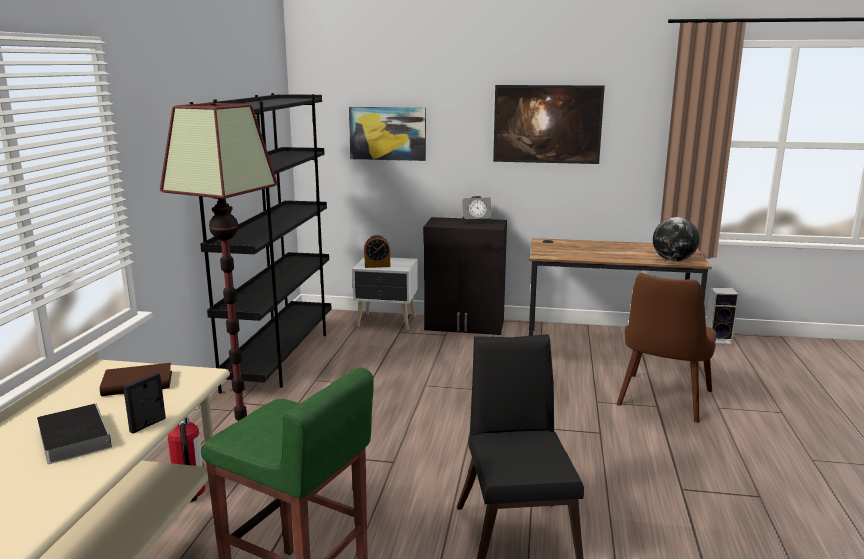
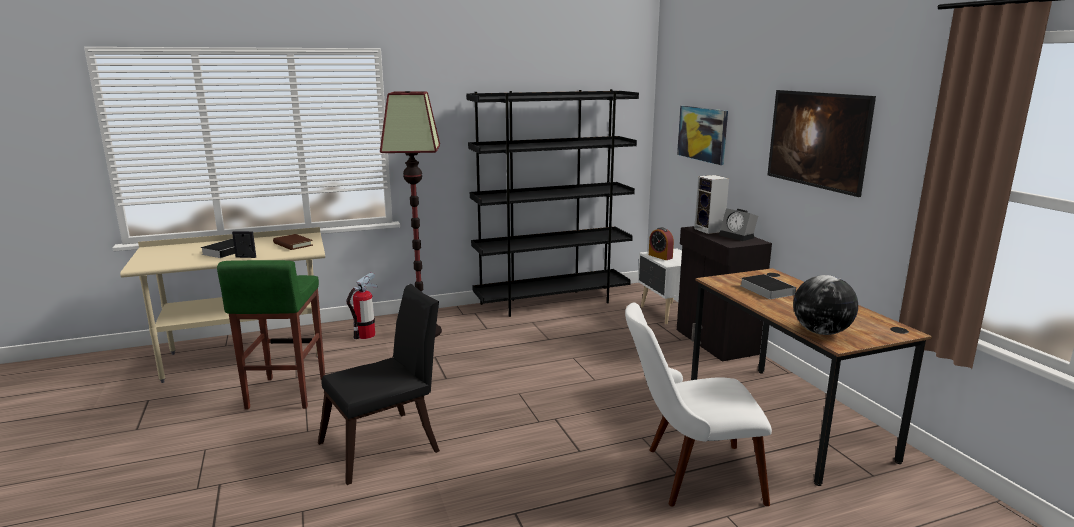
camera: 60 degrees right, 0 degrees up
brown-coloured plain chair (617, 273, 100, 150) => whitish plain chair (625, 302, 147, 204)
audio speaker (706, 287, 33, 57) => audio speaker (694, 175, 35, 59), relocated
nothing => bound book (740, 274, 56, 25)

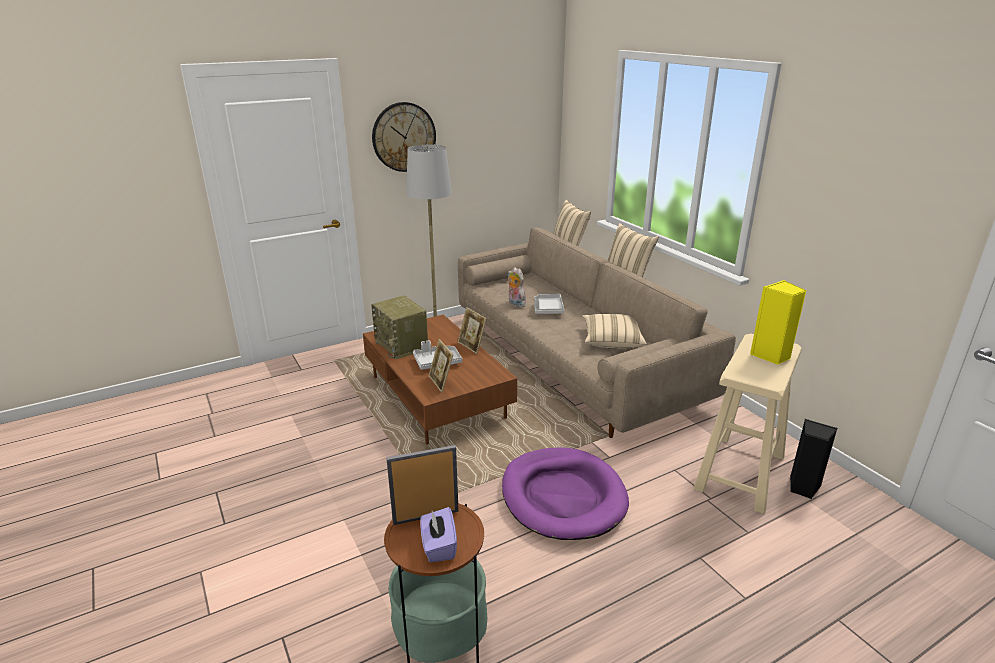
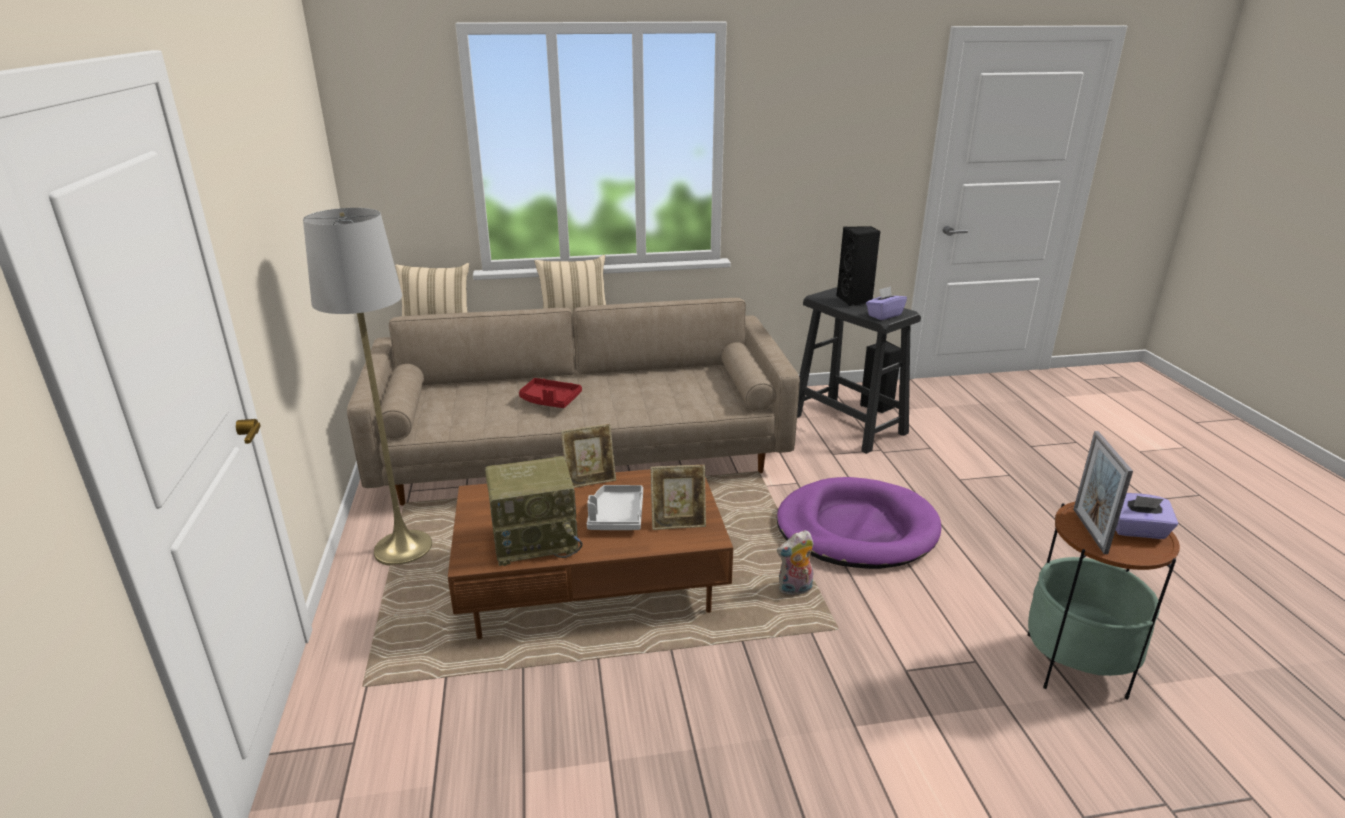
camera: 70 degrees left, 0 degrees up
hanging clock (372, 102, 64, 70) => nothing
cuddly toy (507, 267, 19, 41) => cuddly toy (777, 530, 37, 65), relocated
yellowish audio speaker (750, 280, 56, 85) => blackish audio speaker (837, 226, 43, 80)
grey tray (534, 294, 31, 20) => red-coloured tray (519, 378, 63, 30)
beige pillow (582, 314, 65, 35) => nothing
beige sitting stool (693, 334, 109, 180) => blackish sitting stool (797, 287, 124, 167)
nothing => purple-coloured tissue box (866, 286, 41, 34)

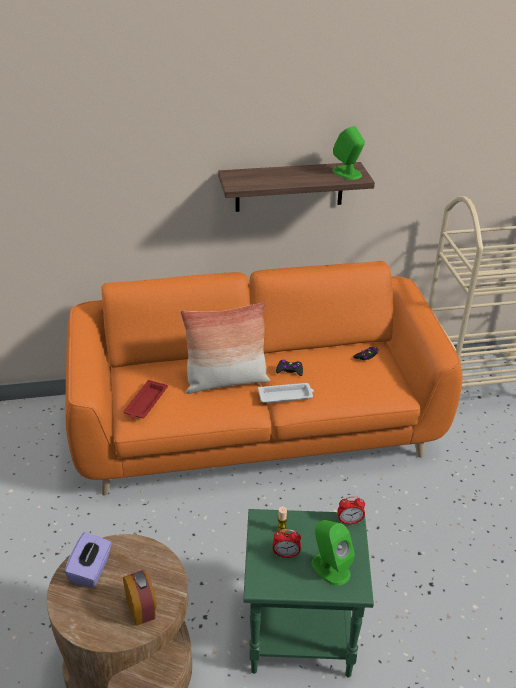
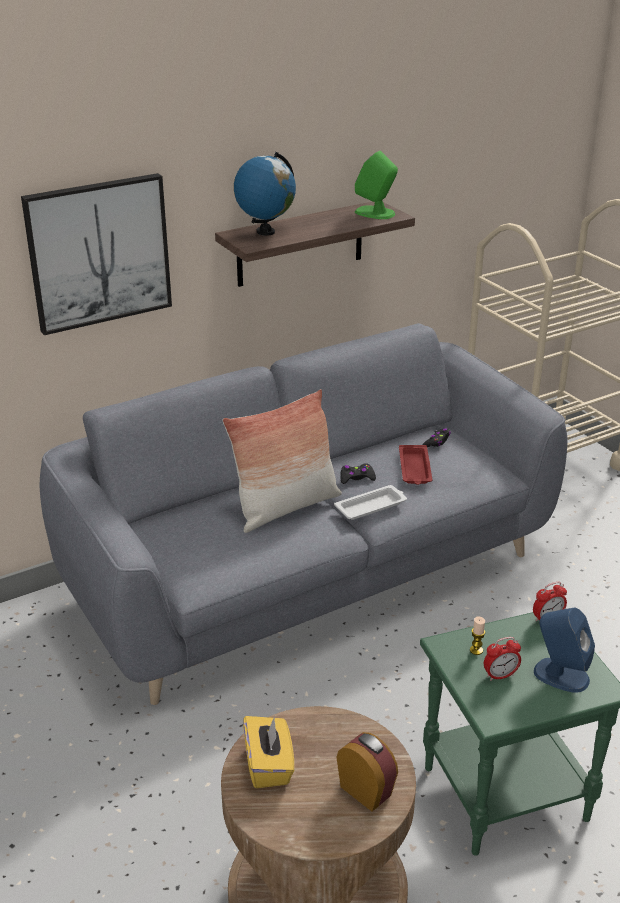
camera: 20 degrees left, 5 degrees down
orangey couch (65, 261, 398, 234) => grey couch (40, 323, 527, 382)
red-coloured tray (123, 380, 45, 38) => red-coloured tray (399, 445, 33, 40), relocated
green-coloured audio speaker (311, 520, 44, 66) => blue audio speaker (534, 607, 61, 86)
purple-coloured tissue box (65, 532, 47, 56) => yellowish tissue box (243, 716, 51, 72)
nothing => desk globe (234, 152, 62, 84)
nothing => wall art (21, 173, 151, 162)

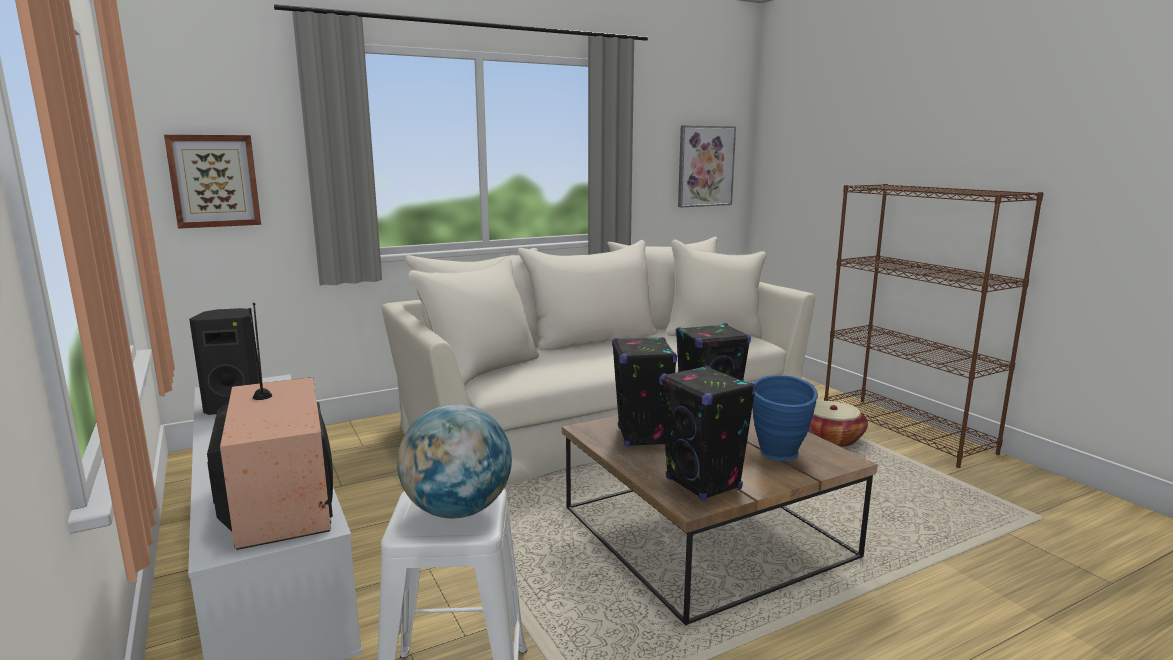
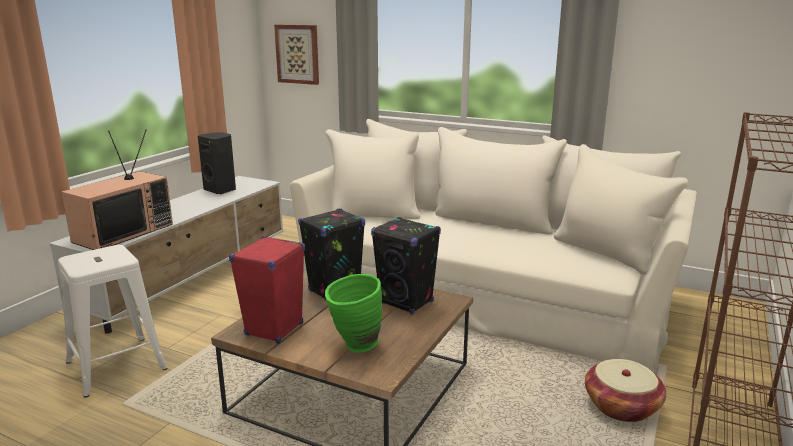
camera: 55 degrees right, 5 degrees up
wall art (678, 125, 58, 82) => nothing
blackish audio speaker (659, 365, 97, 136) => red-coloured audio speaker (229, 235, 76, 109)
blue flower vase (752, 375, 66, 86) => green-coloured flower vase (325, 274, 57, 79)
desk globe (397, 404, 115, 115) => nothing

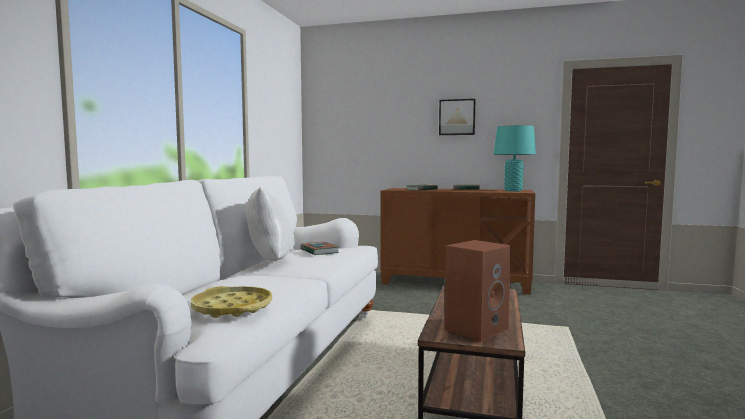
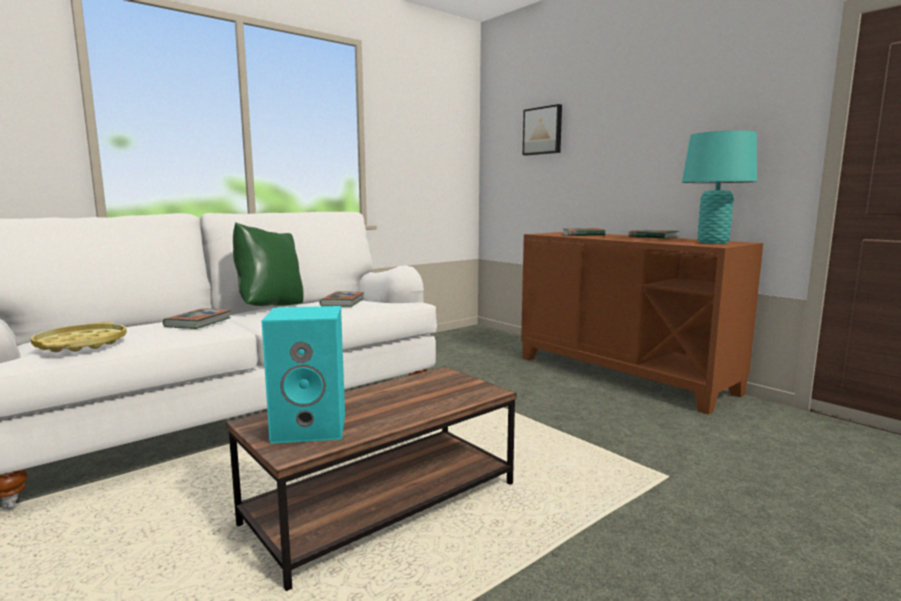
camera: 35 degrees right, 5 degrees up
wall art (439, 99, 36, 36) => wall art (523, 104, 39, 51), relocated
whitish pillow (246, 187, 46, 74) => green-coloured pillow (233, 222, 71, 84)
brown-coloured audio speaker (445, 240, 66, 102) => turquoise-coloured audio speaker (262, 306, 83, 138)
nothing => bound book (163, 308, 68, 21)

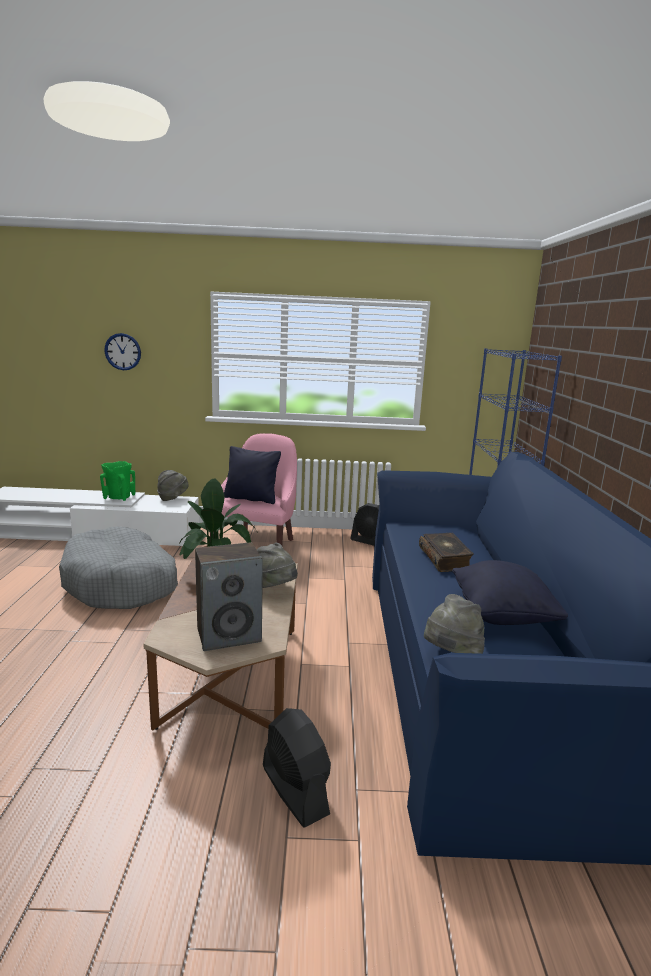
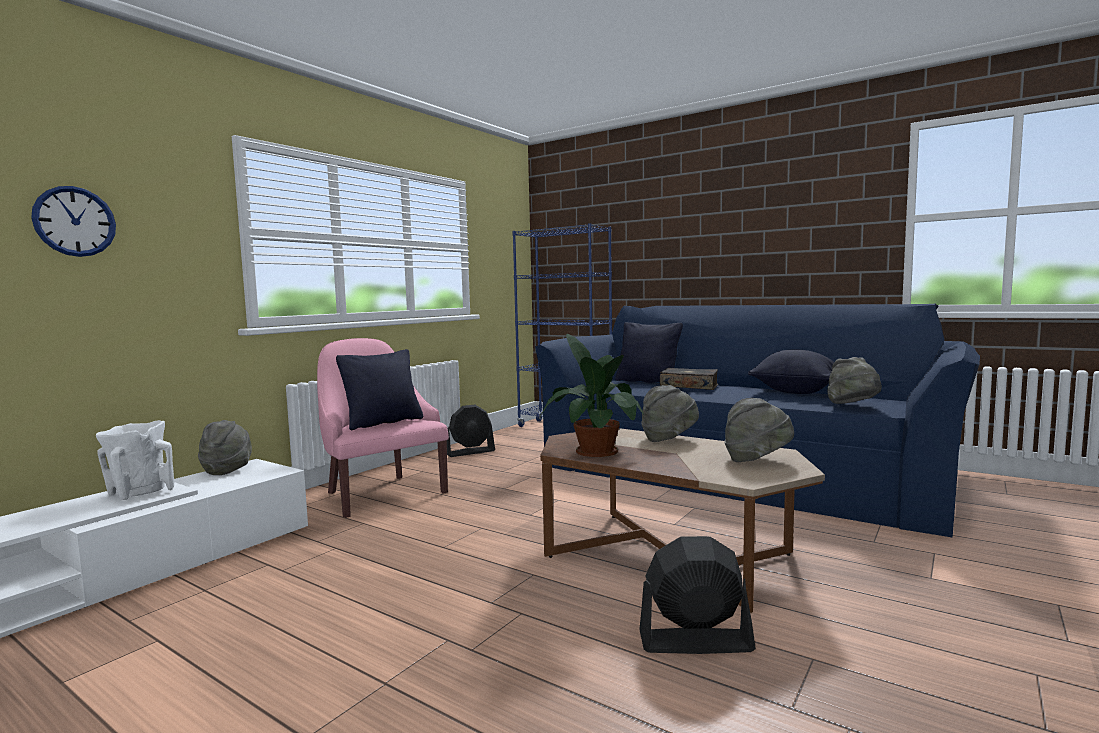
camera: 55 degrees left, 10 degrees down
green-coloured flower vase (100, 461, 35, 40) => whitish flower vase (96, 420, 78, 80)
grey pet bed (59, 526, 119, 83) => nothing
audio speaker (195, 542, 68, 109) => grey hat (724, 398, 70, 64)
blackish fan (263, 708, 68, 119) => blackish fan (639, 536, 117, 118), relocated
nothing => blackish pillow (615, 322, 68, 61)

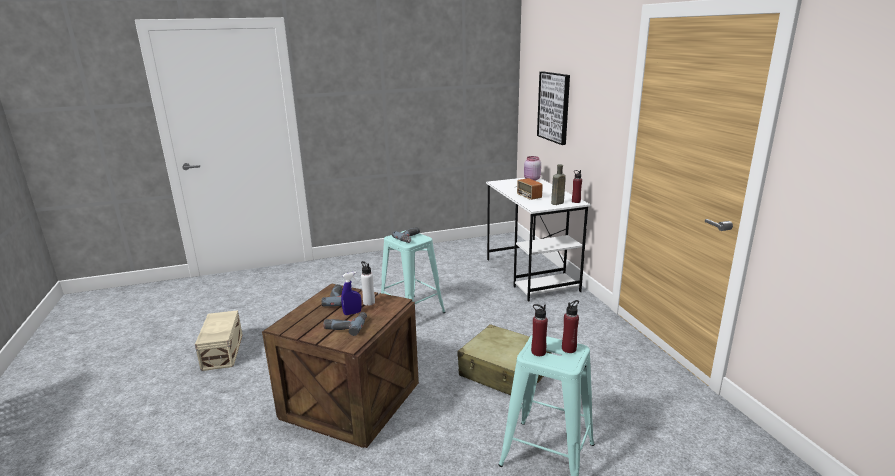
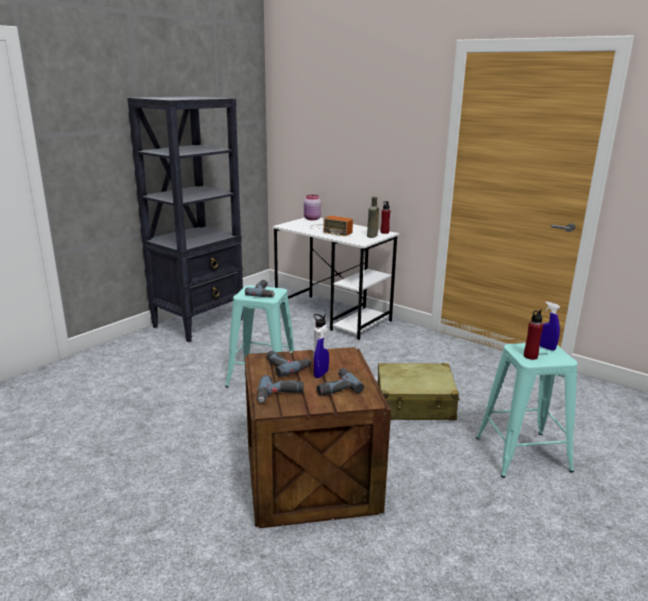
camera: 35 degrees left, 0 degrees up
wall art (537, 71, 33, 74) => nothing
red-coloured bottle (562, 300, 17, 53) => blue hand sprayer (540, 302, 20, 49)
beige storage box (195, 310, 48, 61) => nothing
nothing => blackish bookcase (127, 97, 116, 245)
nothing => electric drill (257, 375, 47, 28)

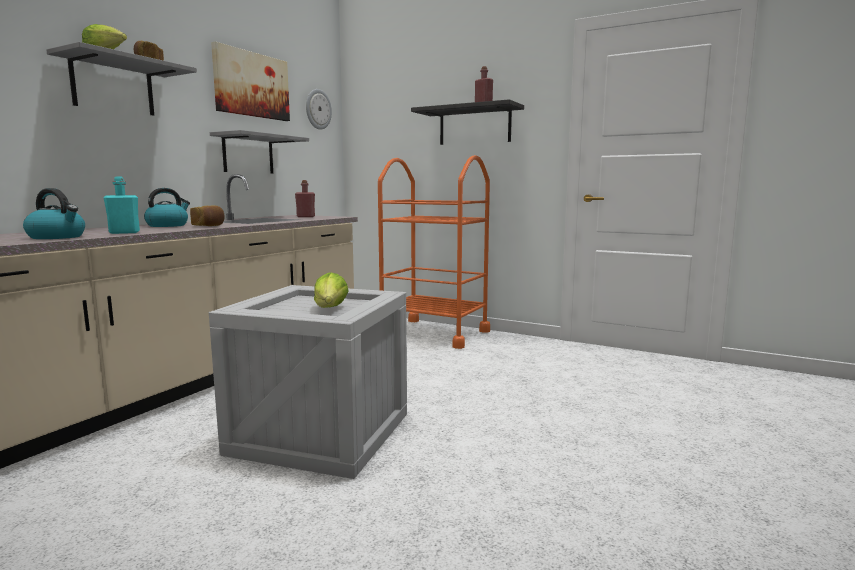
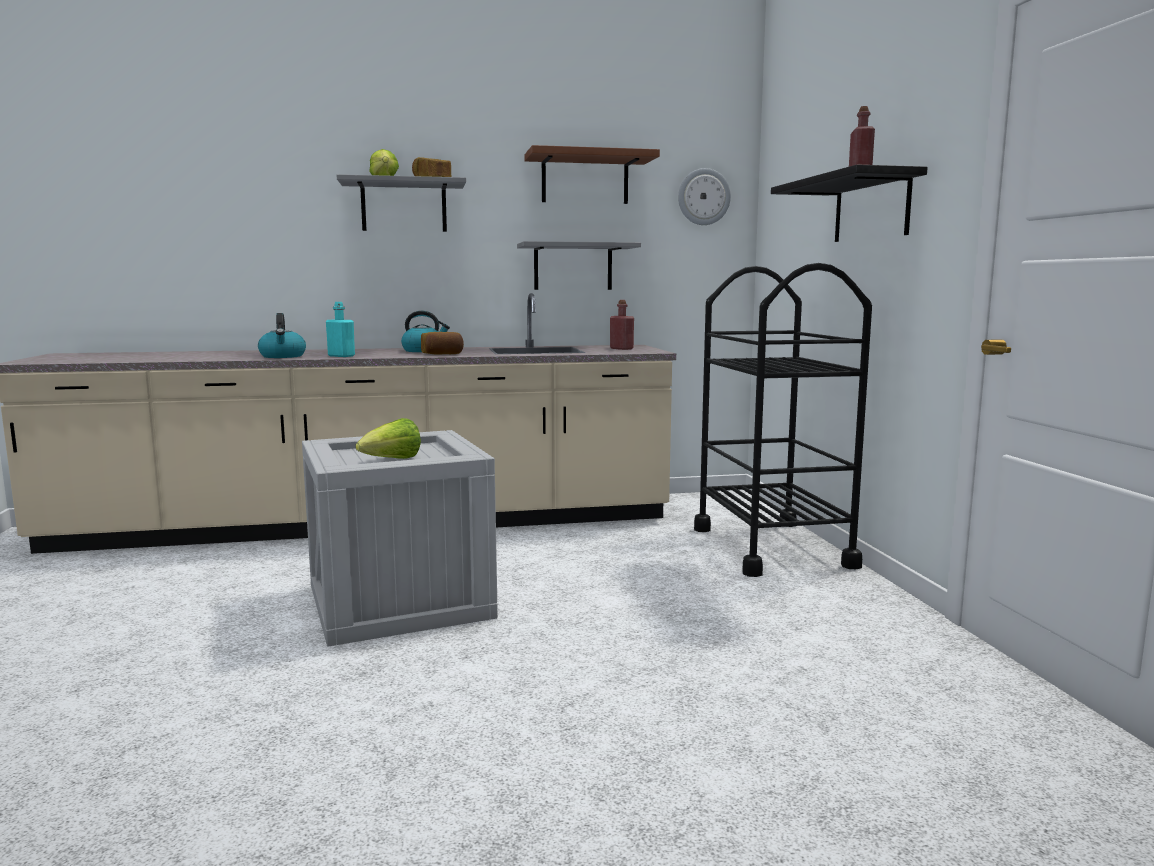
camera: 50 degrees right, 0 degrees up
wall art (211, 41, 79, 80) => brown-coloured wall shelf (524, 145, 136, 59)
orangey wheeled cart (378, 155, 112, 194) => blackish wheeled cart (694, 263, 178, 314)

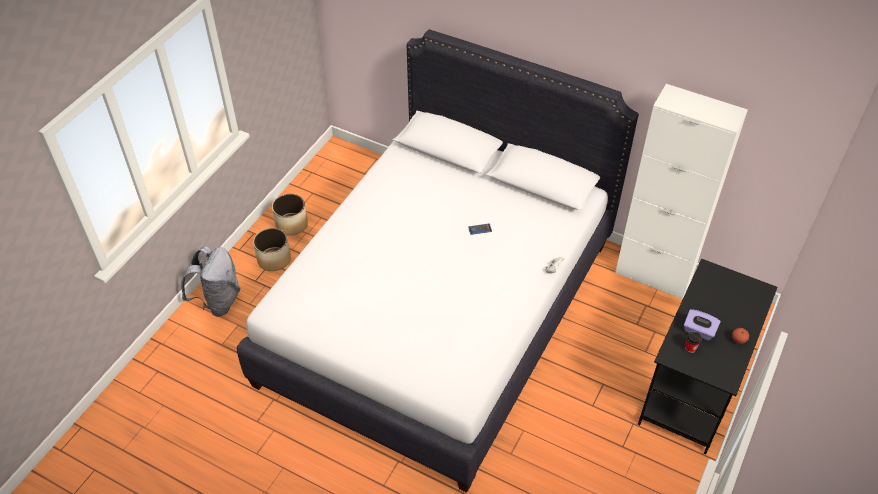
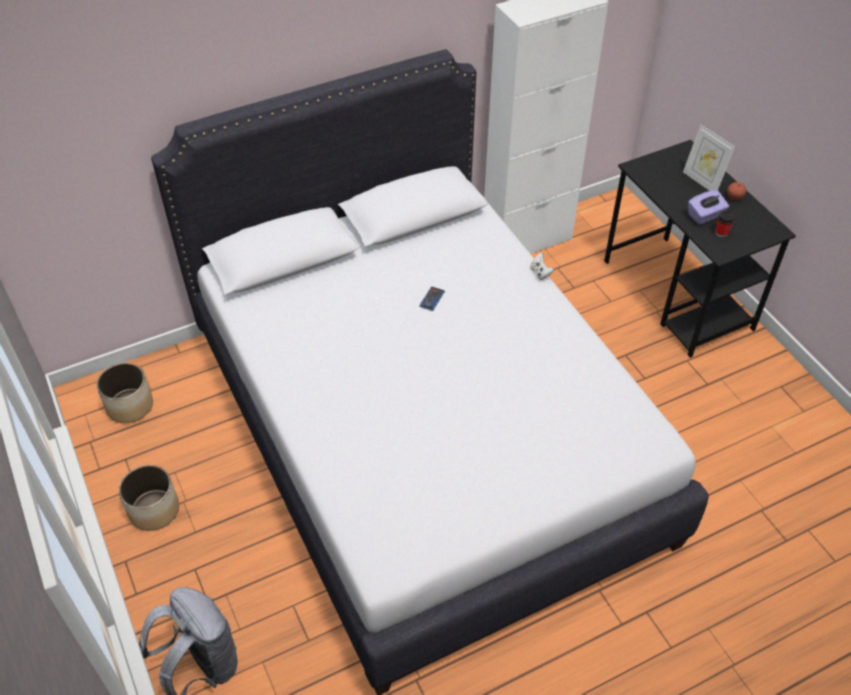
camera: 55 degrees left, 0 degrees up
plant pot (253, 228, 38, 43) => plant pot (97, 363, 56, 60), relocated
nothing => photo frame (683, 124, 52, 67)

